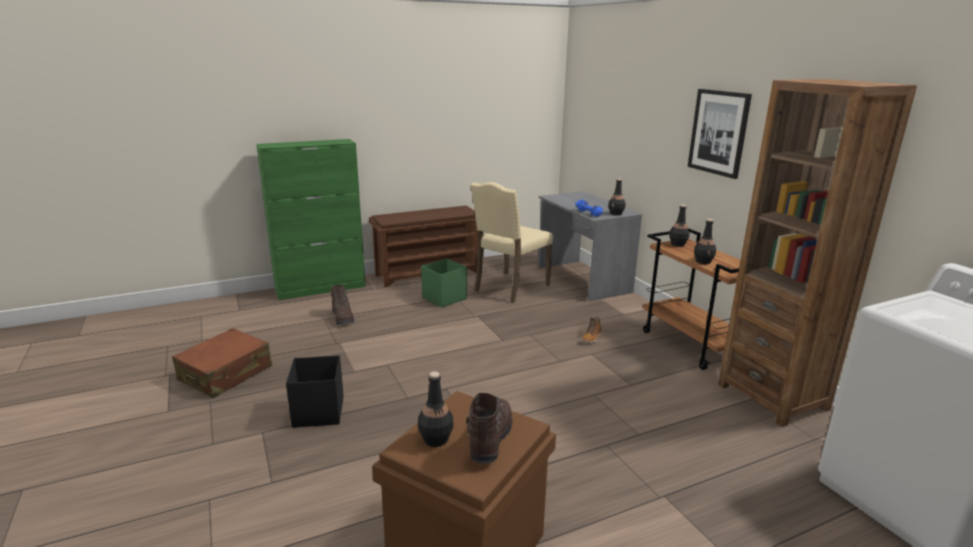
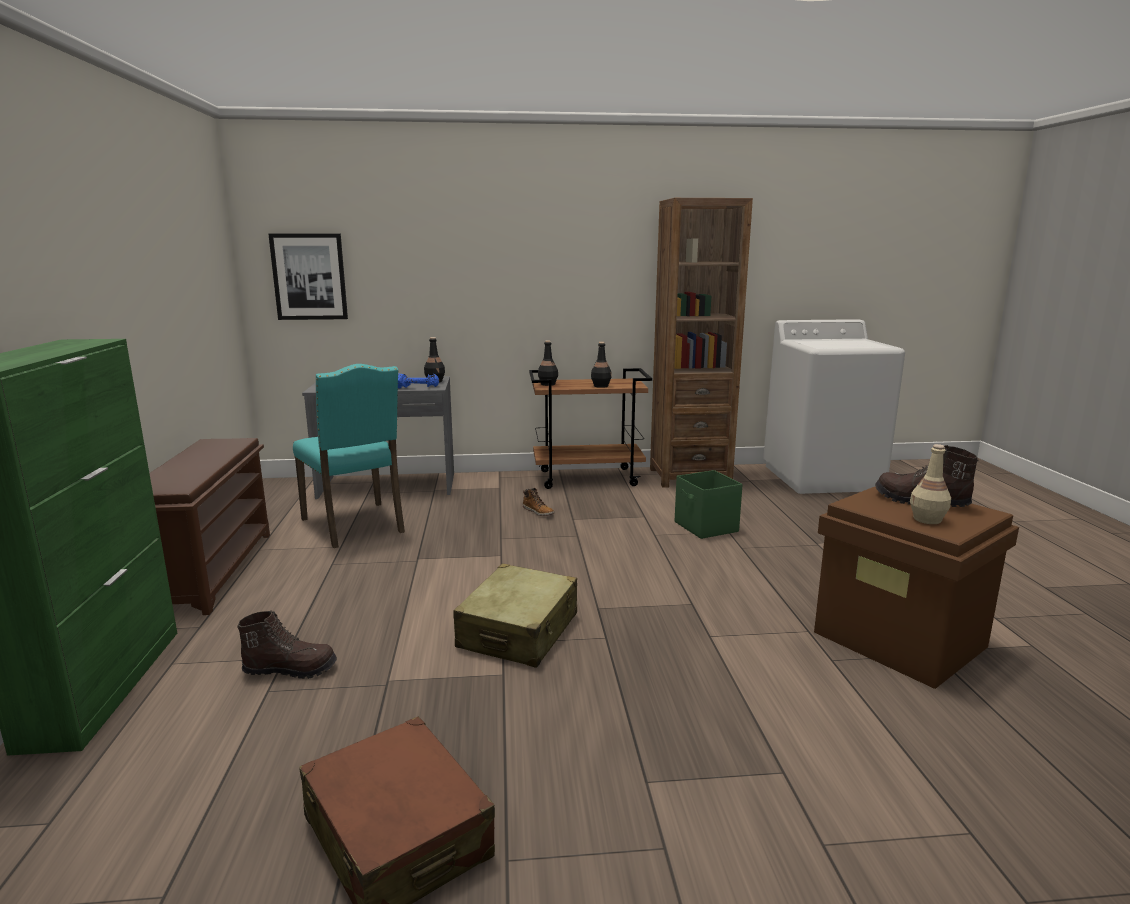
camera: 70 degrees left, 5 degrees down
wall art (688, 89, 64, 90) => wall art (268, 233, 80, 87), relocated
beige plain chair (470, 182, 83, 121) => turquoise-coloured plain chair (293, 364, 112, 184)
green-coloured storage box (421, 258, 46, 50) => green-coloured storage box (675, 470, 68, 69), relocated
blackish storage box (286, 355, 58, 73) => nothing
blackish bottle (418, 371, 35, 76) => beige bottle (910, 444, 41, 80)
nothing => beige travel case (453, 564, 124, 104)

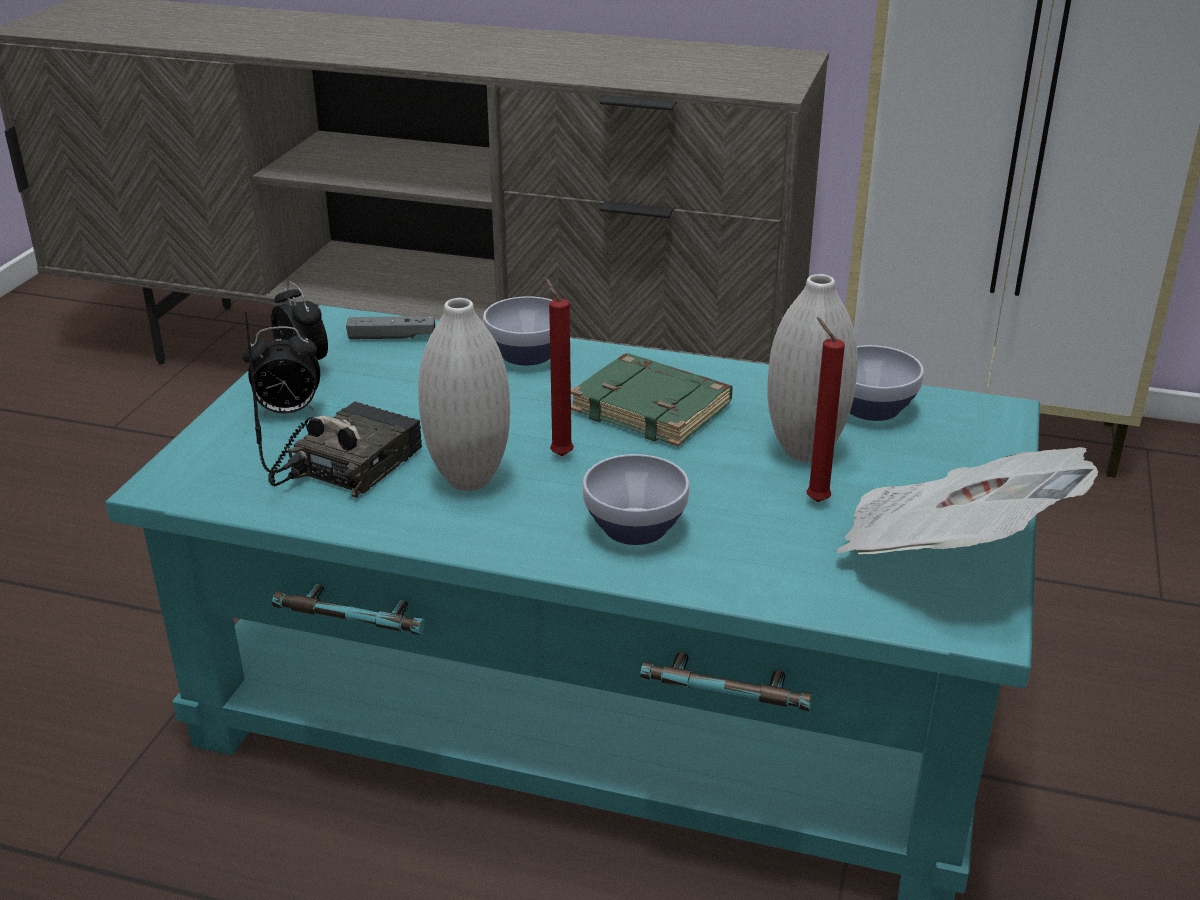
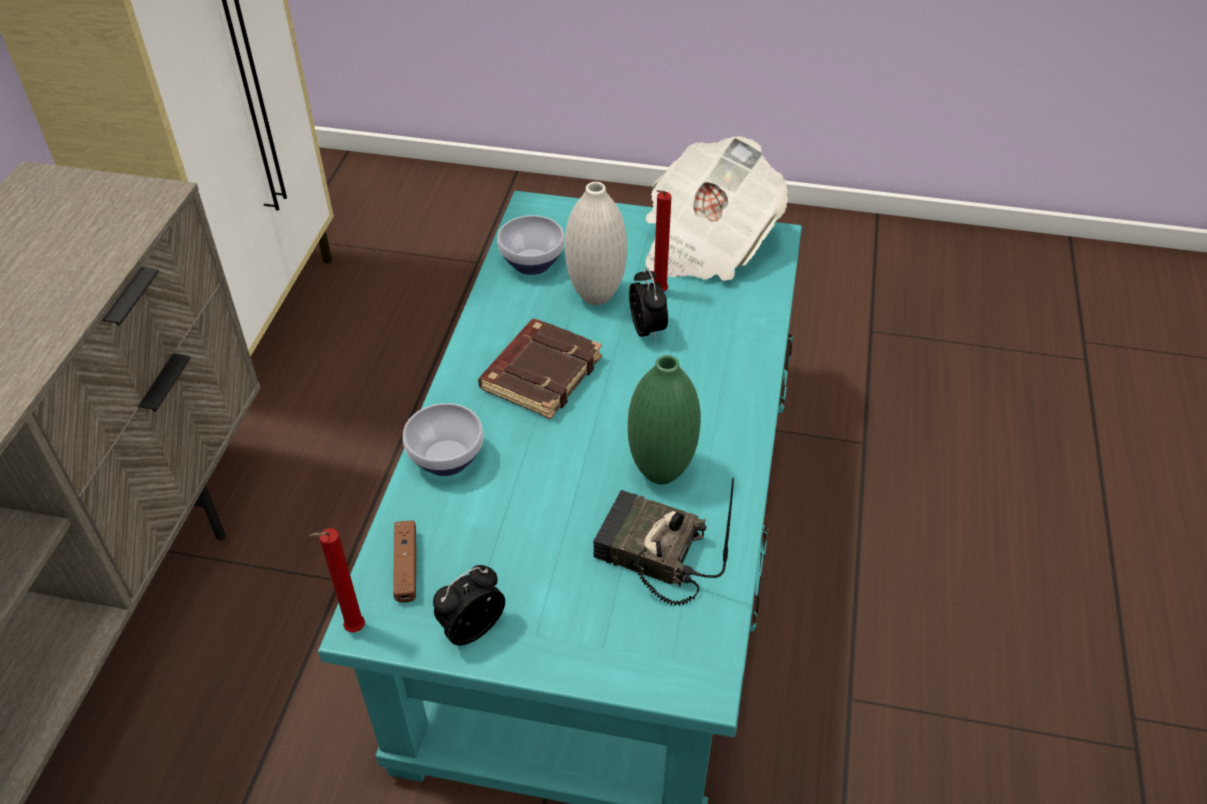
camera: 95 degrees left, 15 degrees up
red-coloured wax candle (545, 278, 29, 178) => red-coloured wax candle (309, 528, 56, 105), relocated
whitish flower vase (418, 298, 92, 193) => green-coloured flower vase (628, 355, 73, 129)
grey game controller (346, 316, 89, 23) => brown-coloured game controller (393, 521, 23, 82)
table clock (242, 326, 78, 90) => table clock (629, 268, 39, 74), relocated
green-coloured bound book (571, 353, 162, 93) => brown-coloured bound book (478, 319, 124, 100)
bowl (582, 454, 108, 91) => nothing

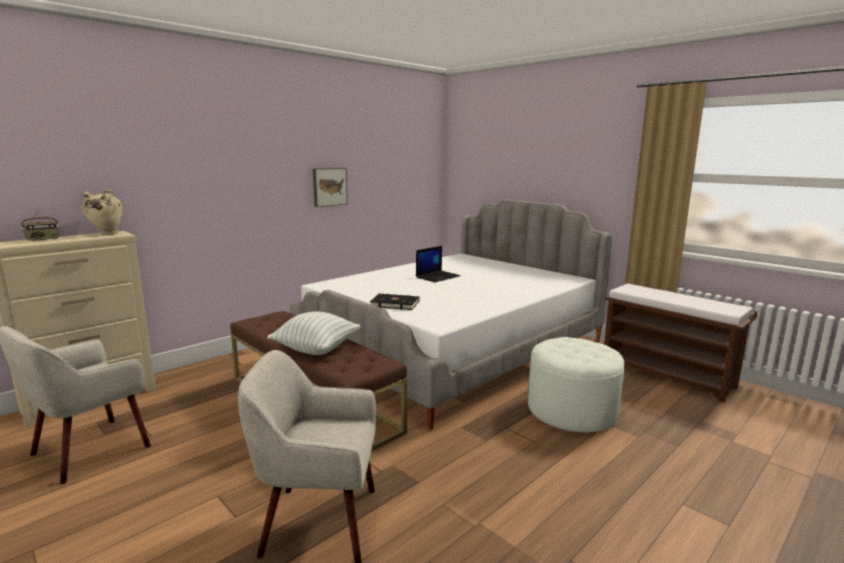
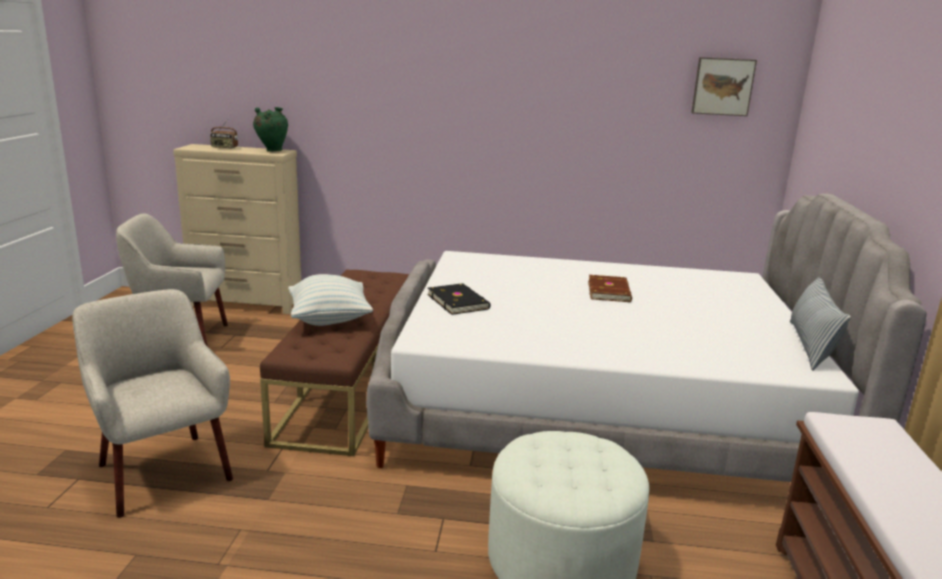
camera: 50 degrees right, 5 degrees up
wall art (313, 168, 35, 39) => wall art (691, 57, 66, 59), relocated
beige flower vase (81, 189, 41, 46) => green-coloured flower vase (253, 107, 35, 45)
portable computer (416, 246, 45, 36) => brown-coloured bound book (588, 275, 44, 27)
nothing => pillow (790, 277, 61, 94)

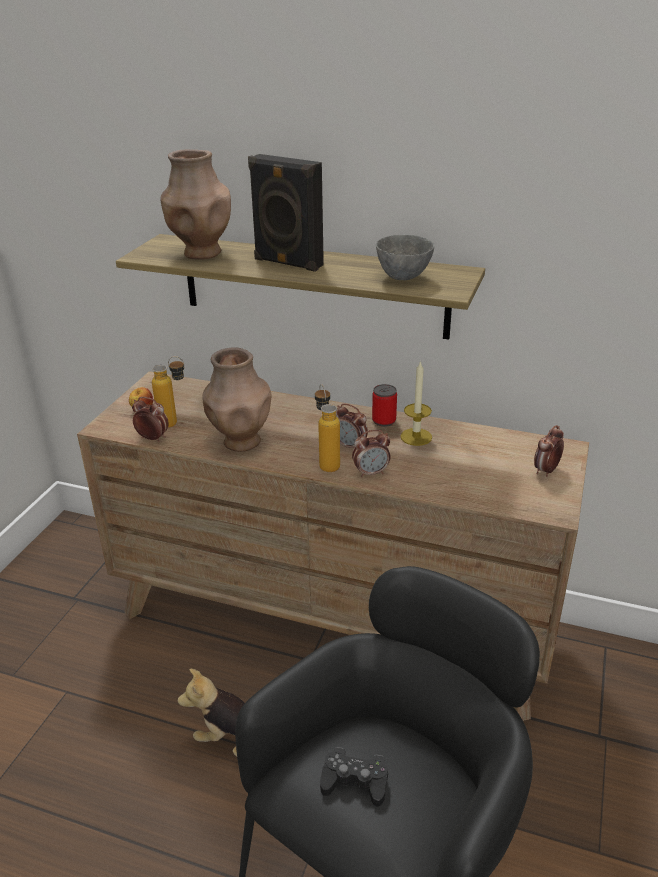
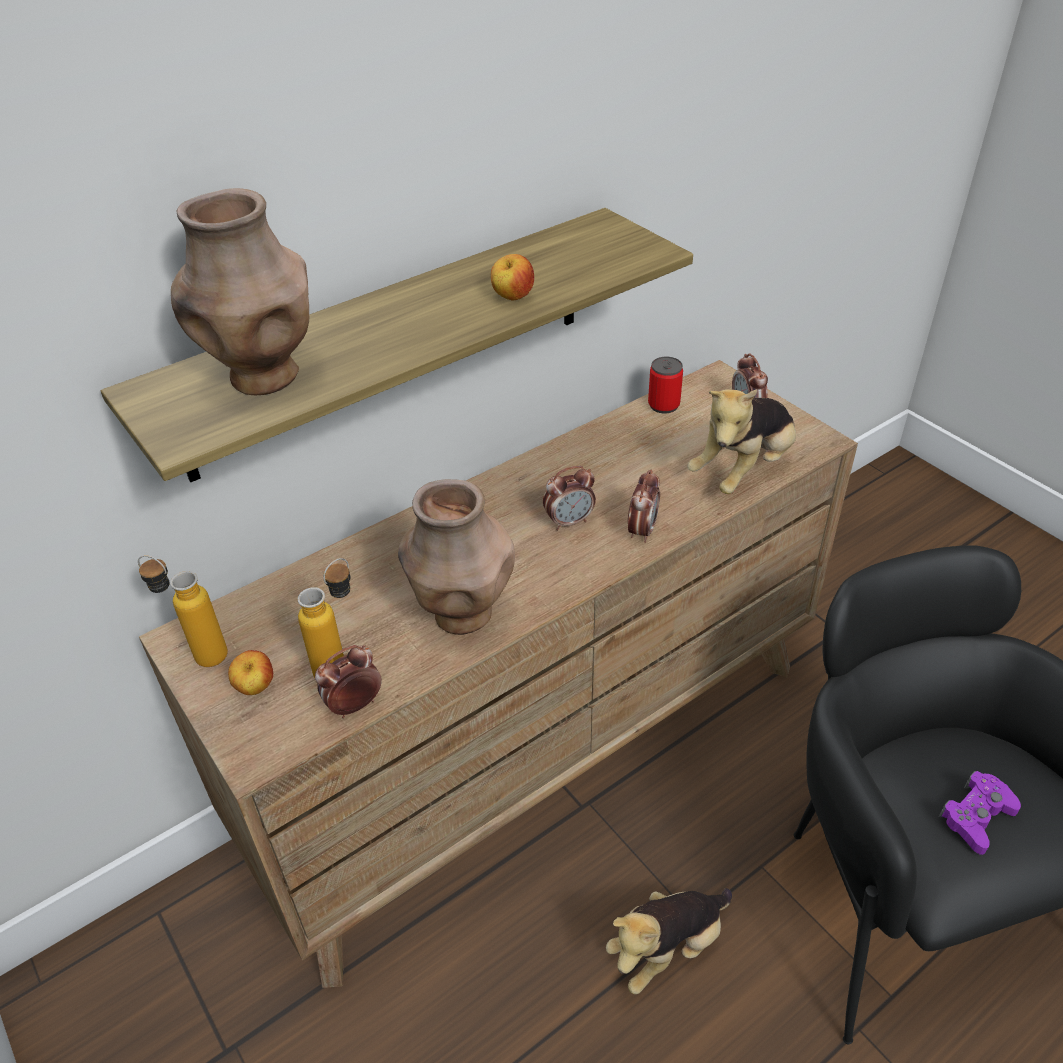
camera: 55 degrees left, 10 degrees up
blackish audio speaker (248, 154, 76, 118) => nothing
grey bowl (376, 235, 58, 45) => nothing
wax candle (400, 360, 32, 86) => nothing
bottle (315, 384, 25, 88) => bottle (138, 555, 90, 112), relocated
sealed can (372, 384, 25, 43) => sealed can (648, 357, 35, 56), relocated
blackish game controller (320, 747, 68, 60) => purple-coloured game controller (939, 771, 82, 84)
nothing => apple fruit (491, 254, 43, 46)
nothing => cuddly toy (687, 389, 109, 105)

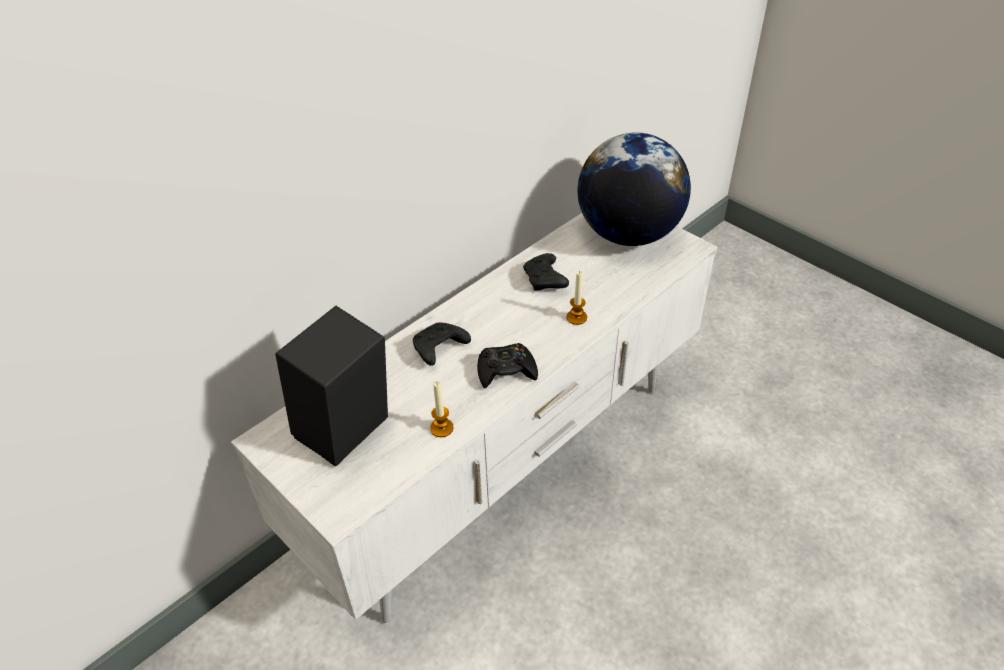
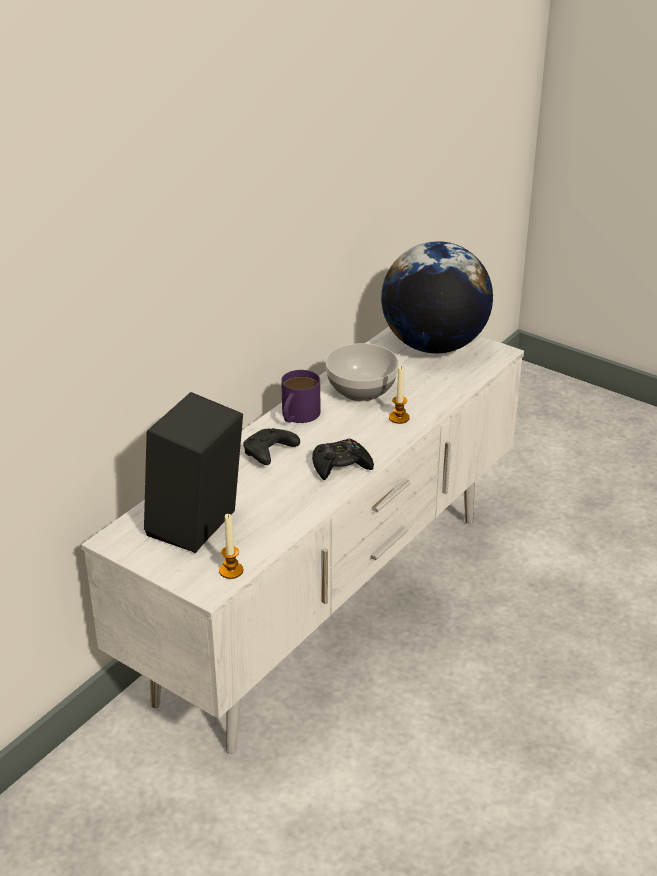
camera: 10 degrees left, 10 degrees down
blackish game controller (523, 253, 46, 38) => bowl (326, 343, 73, 58)
wax candle (430, 381, 23, 56) => wax candle (219, 514, 24, 65), relocated
nothing => purple-coloured tea mug (281, 370, 39, 53)

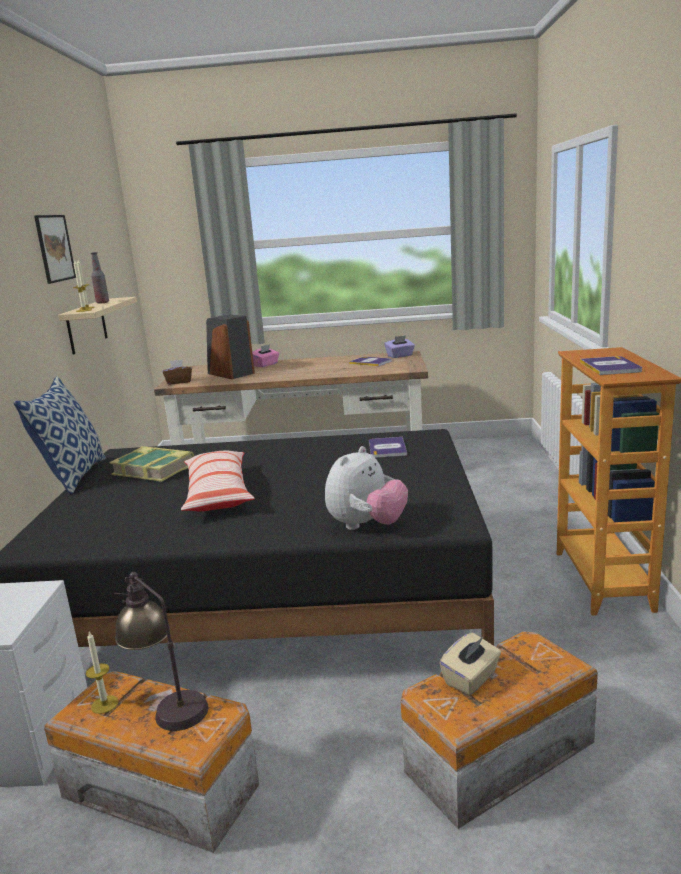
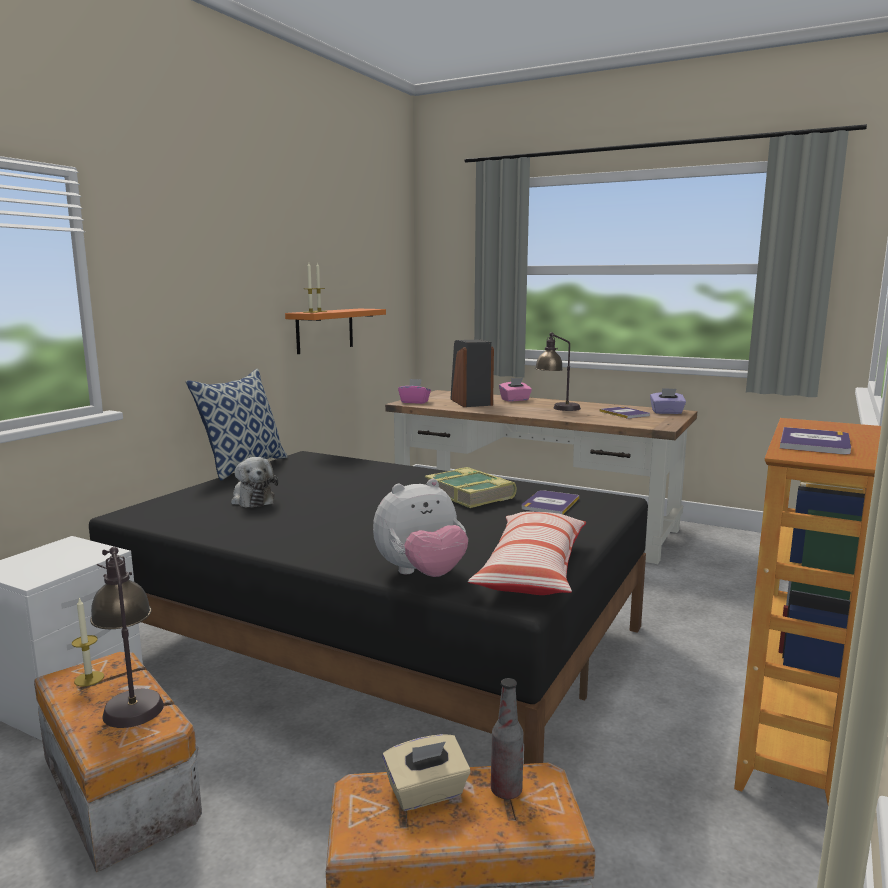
camera: 25 degrees right, 5 degrees down
wall art (34, 215, 42, 69) => nothing
bottle (91, 252, 18, 52) => bottle (491, 678, 33, 121), relocated
beige wall shelf (58, 297, 79, 58) => orangey wall shelf (285, 309, 101, 45)
brown-coloured tissue box (163, 360, 29, 25) => pink-coloured tissue box (398, 379, 33, 25)
bound book (109, 446, 85, 36) => bound book (425, 467, 92, 41), relocated
pillow (181, 450, 74, 61) => pillow (468, 511, 118, 84), relocated
nothing => tabletop lamp (535, 332, 46, 79)
nothing => cuddly toy (231, 457, 47, 51)

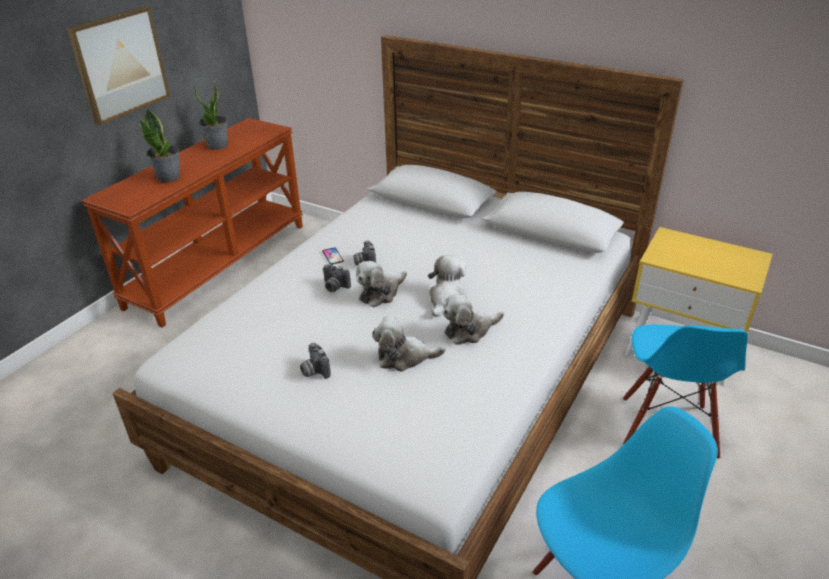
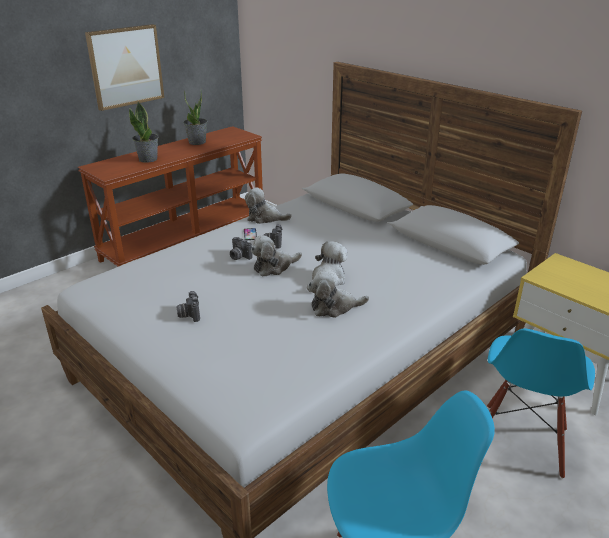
camera: 15 degrees right, 5 degrees down
cuddly toy (372, 316, 74, 56) => cuddly toy (245, 187, 47, 37), relocated

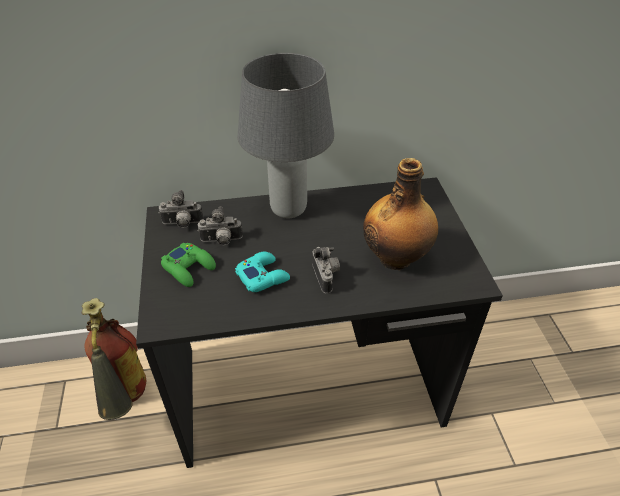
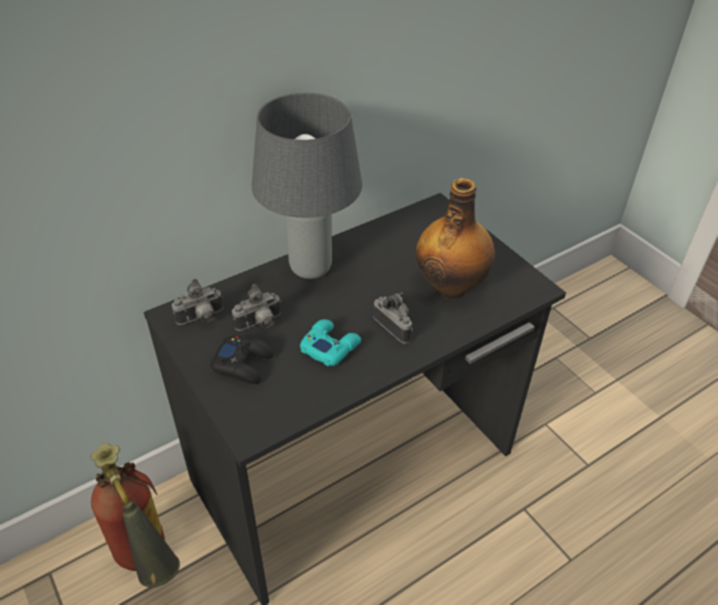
camera: 25 degrees left, 0 degrees up
green-coloured game controller (161, 243, 55, 44) => blackish game controller (210, 336, 64, 48)

